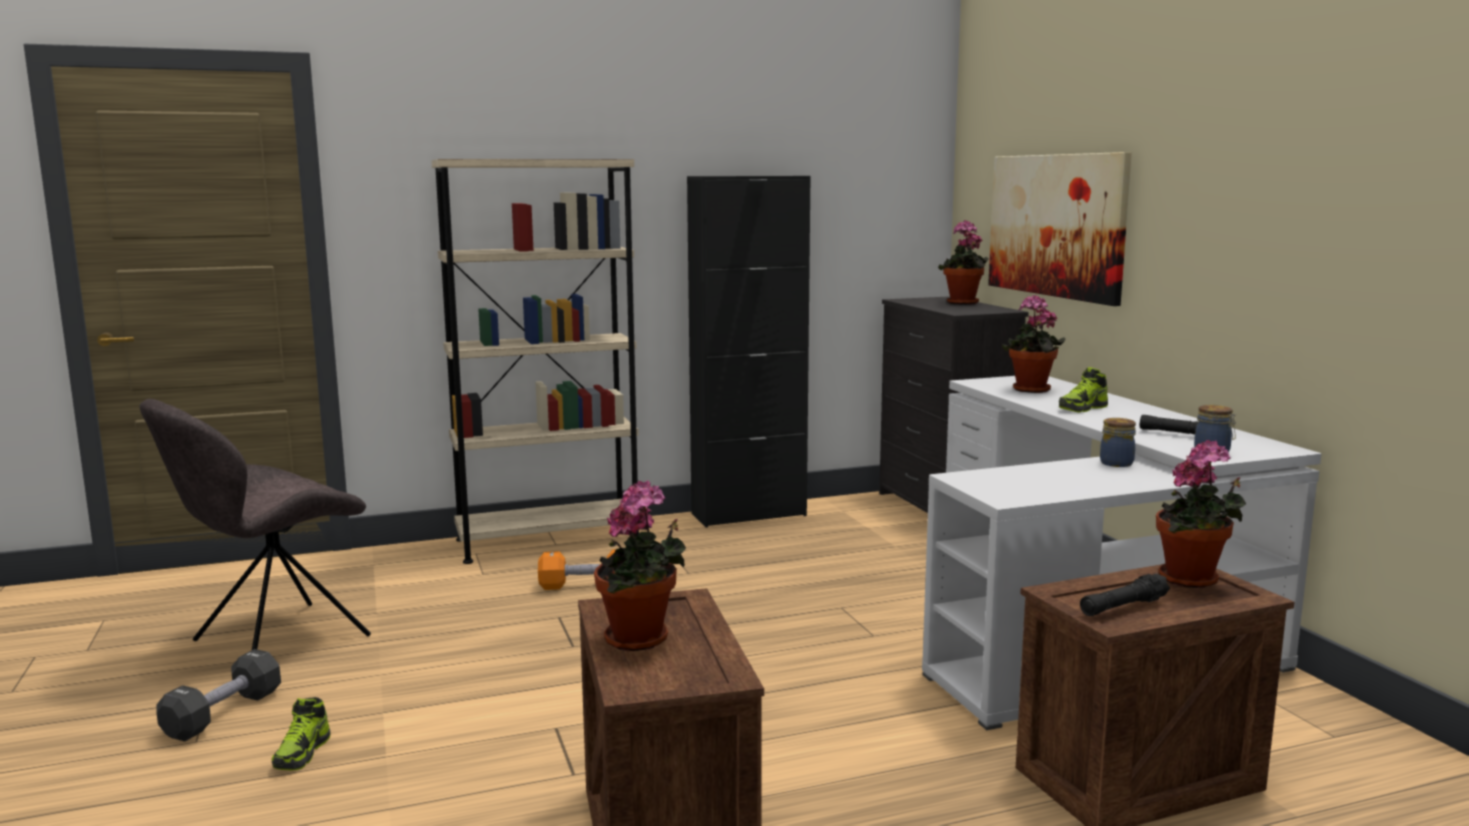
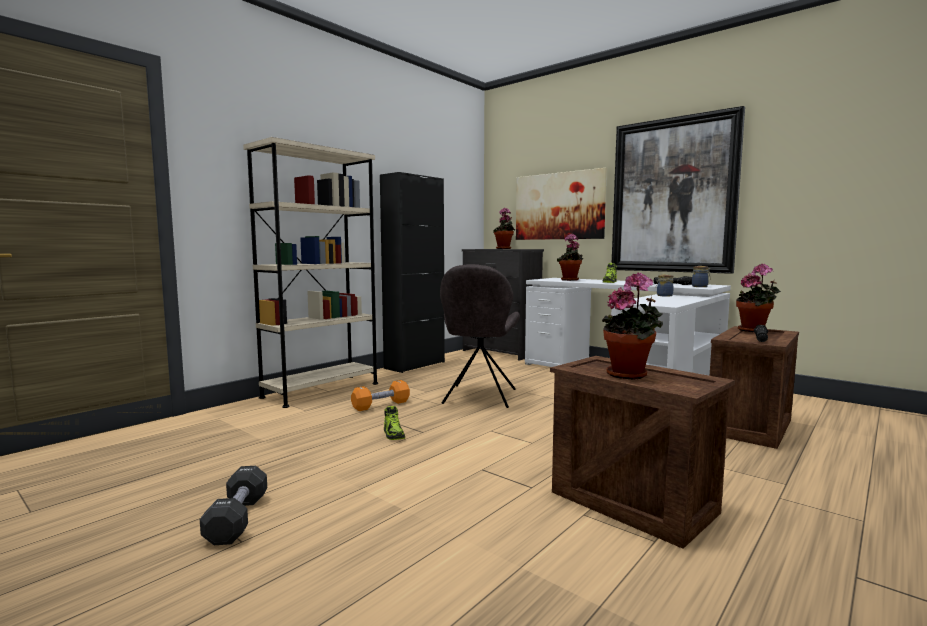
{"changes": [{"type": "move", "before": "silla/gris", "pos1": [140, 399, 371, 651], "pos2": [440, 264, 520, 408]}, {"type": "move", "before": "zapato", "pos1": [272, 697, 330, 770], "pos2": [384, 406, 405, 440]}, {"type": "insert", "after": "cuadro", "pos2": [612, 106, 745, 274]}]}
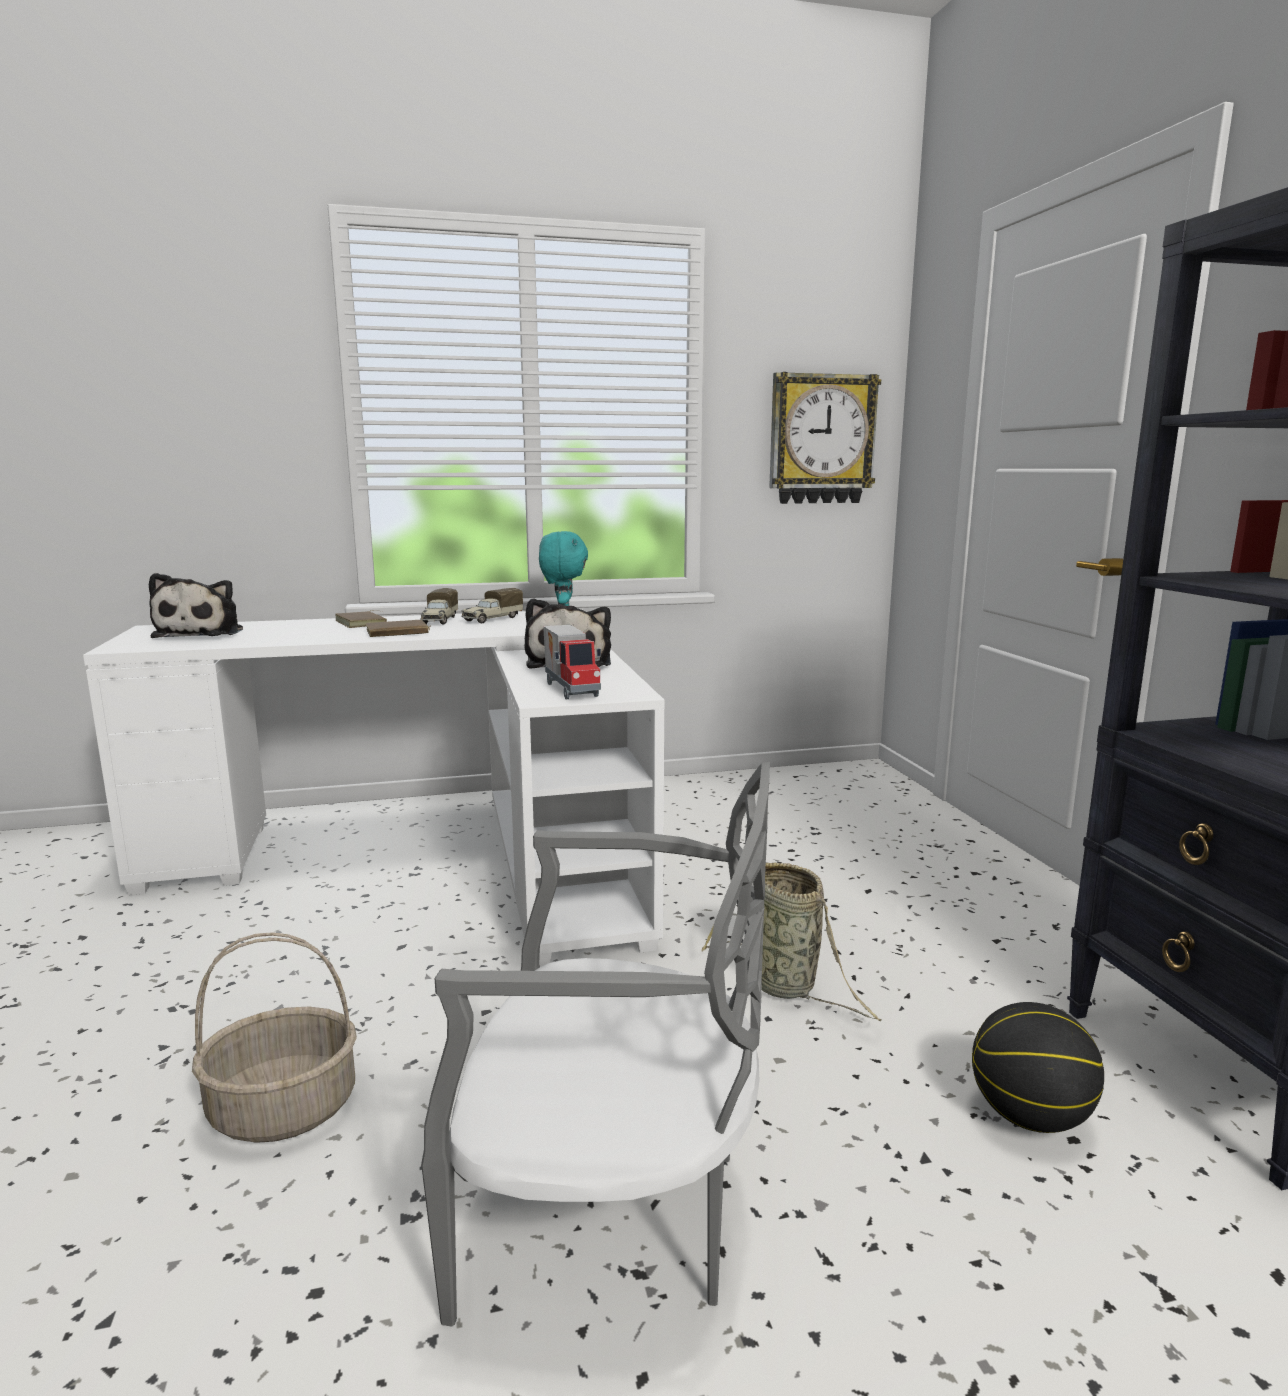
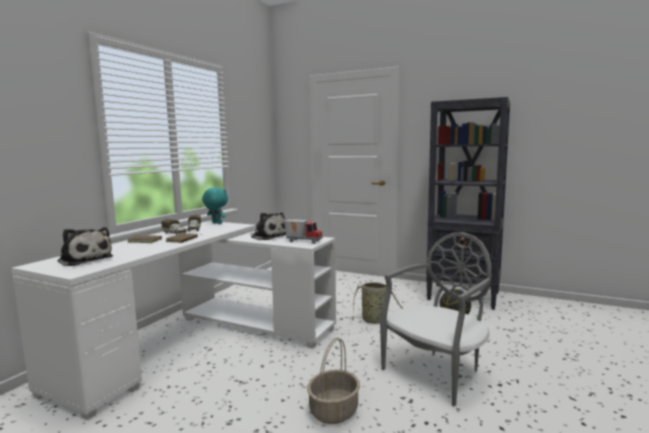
{"changes": [{"type": "delete", "before": "reloj de pared", "pos1": [769, 372, 881, 504]}]}
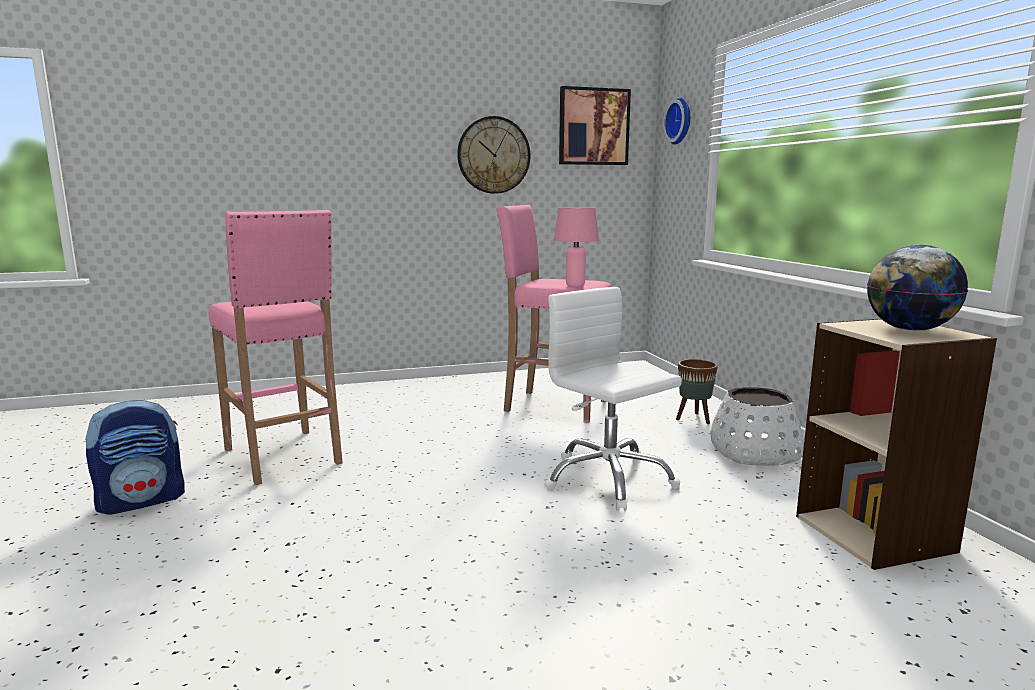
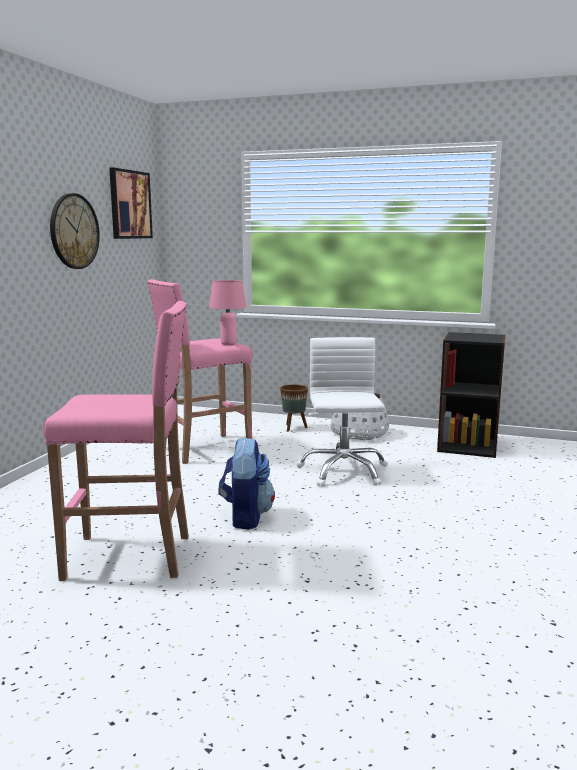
{"changes": [{"type": "delete", "before": "reloj de pared", "pos1": [663, 97, 690, 145]}, {"type": "delete", "before": "globo terráqueo", "pos1": [867, 245, 968, 331]}, {"type": "rotate", "before": "silla de oficina/blanco", "pos1": [544, 287, 682, 511], "pos2": [297, 337, 388, 487], "turn": 90}, {"type": "recolor", "before": "estantería/beis", "after": "estantería/negro", "pos1": [796, 318, 997, 570], "pos2": [437, 332, 505, 458]}, {"type": "move", "before": "mochila", "pos1": [85, 399, 185, 514], "pos2": [218, 437, 275, 530]}]}
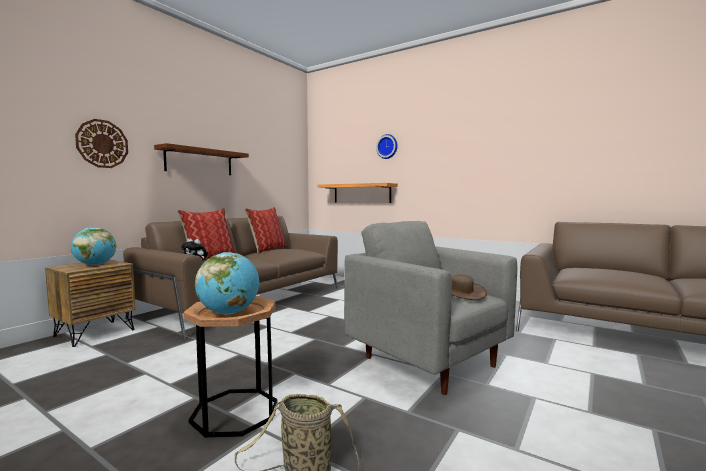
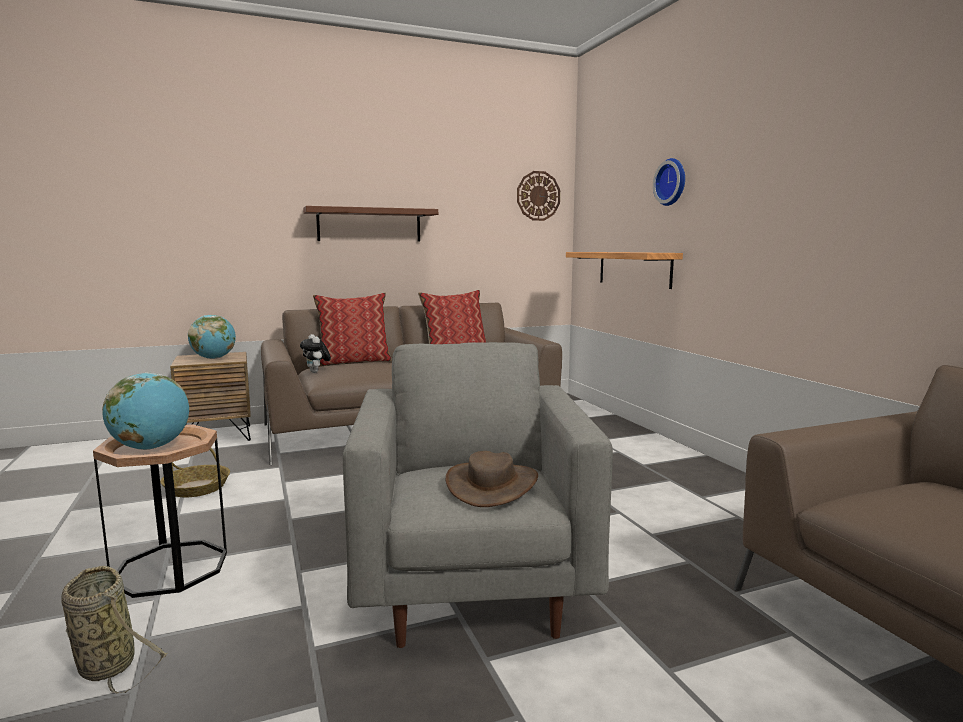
{"changes": [{"type": "move", "before": "reloj de pared", "pos1": [75, 119, 128, 168], "pos2": [517, 171, 560, 221]}, {"type": "insert", "after": "cesta", "pos2": [160, 448, 230, 497]}]}
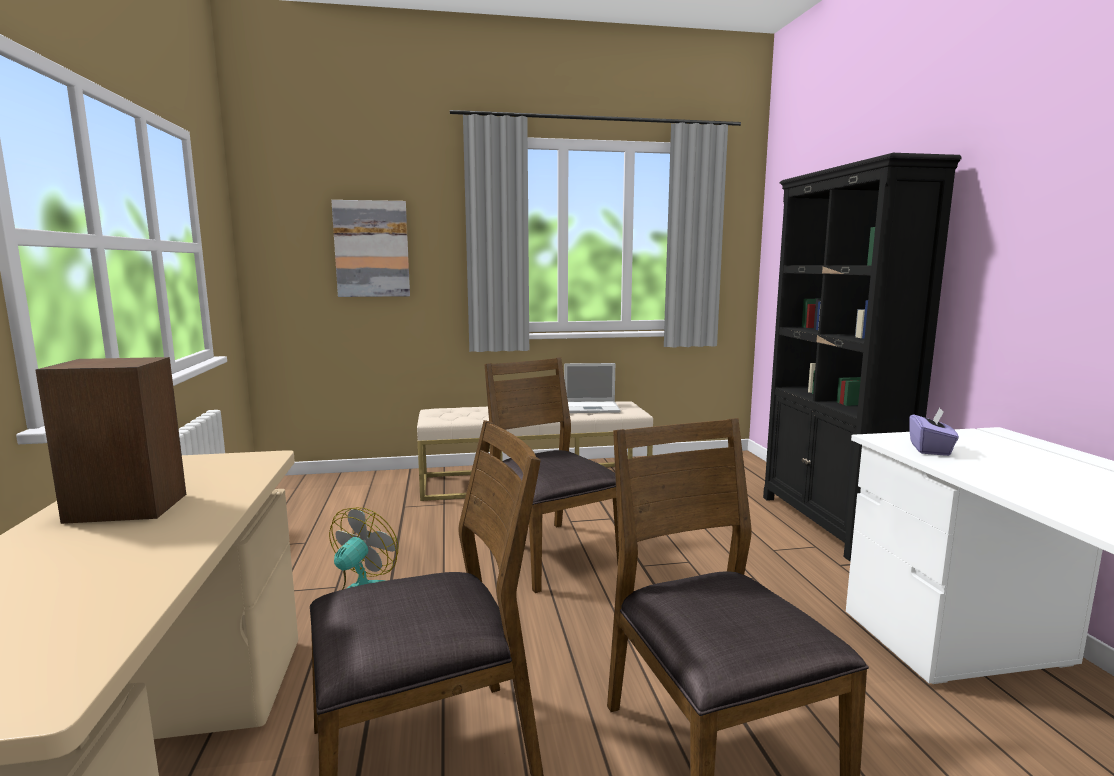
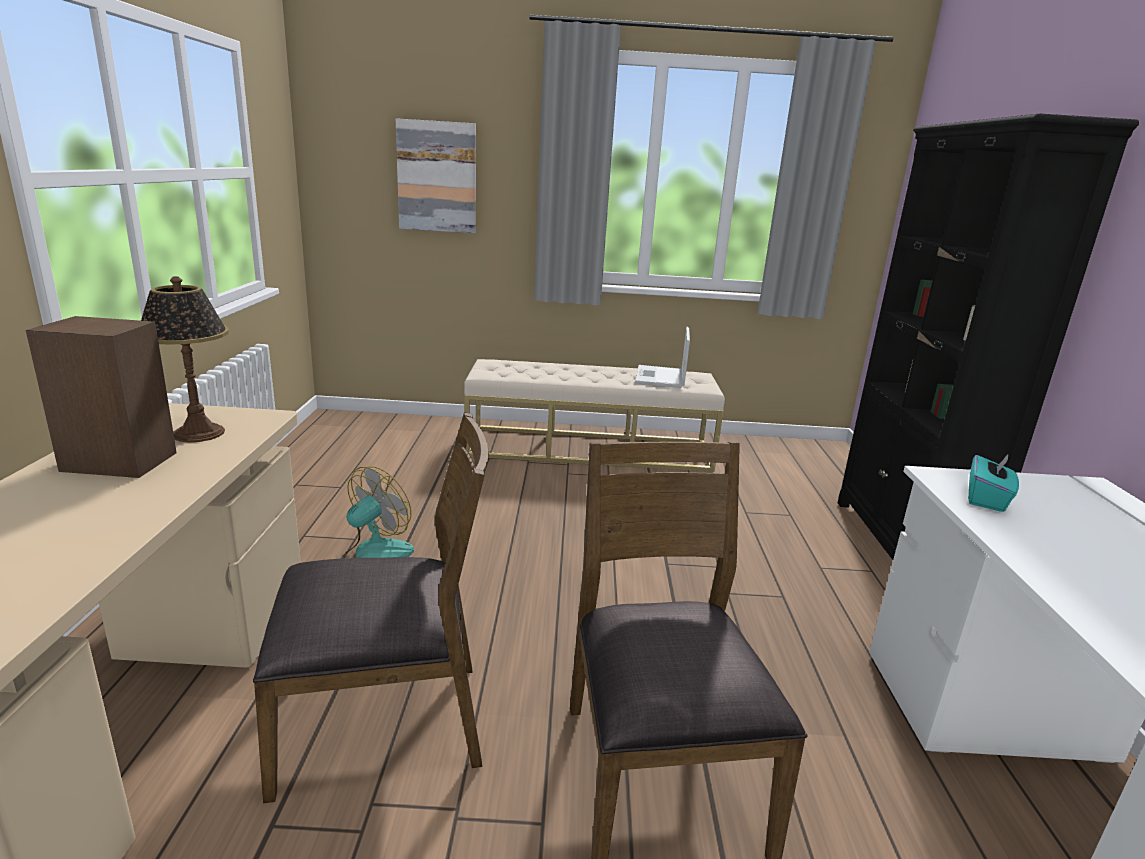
{"changes": [{"type": "delete", "before": "silla/marrón", "pos1": [484, 357, 619, 593]}, {"type": "rotate", "before": "portátil", "pos1": [564, 363, 621, 413], "pos2": [635, 327, 690, 388], "turn": 90}, {"type": "recolor", "before": "caja de pañuelos/morado", "after": "caja de pañuelos/turquesa", "pos1": [909, 408, 959, 456], "pos2": [968, 453, 1019, 512]}, {"type": "insert", "after": "lámpara de mesa", "pos2": [141, 276, 229, 442]}]}
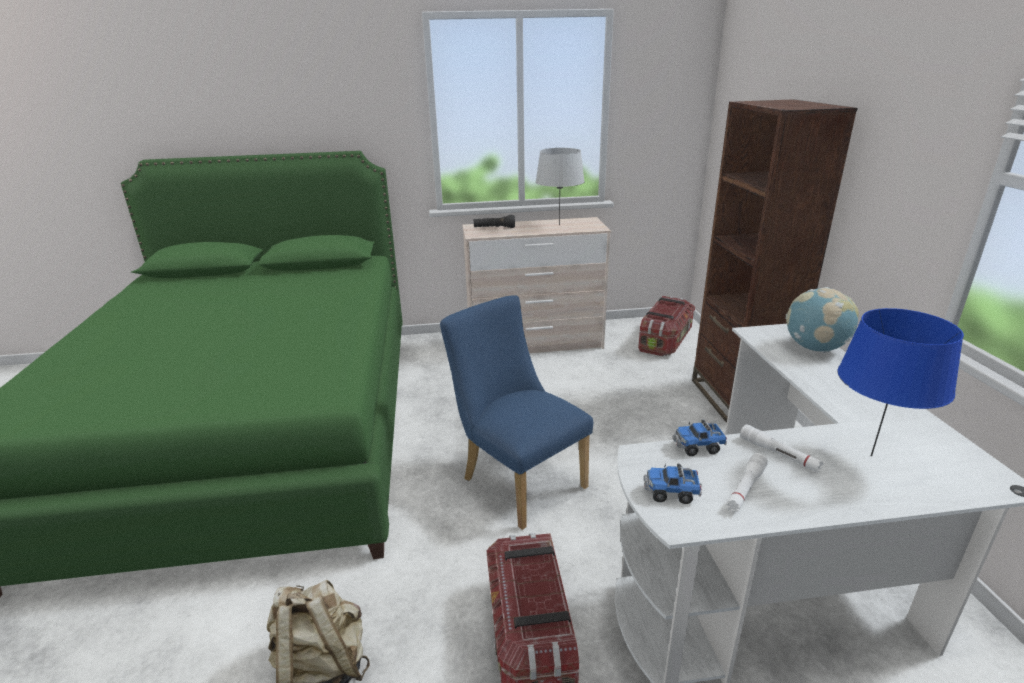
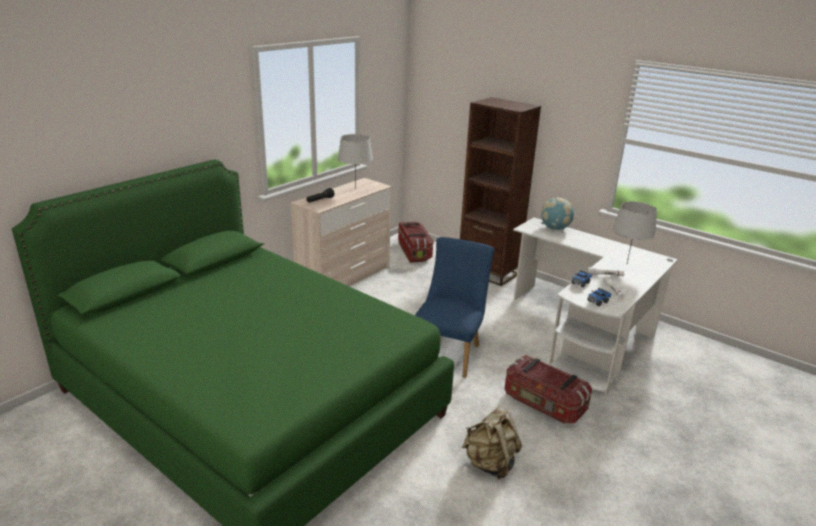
{"changes": [{"type": "rotate", "before": "silla/azul", "pos1": [440, 295, 593, 530], "pos2": [415, 237, 494, 378], "turn": 105}, {"type": "recolor", "before": "lámpara de mesa/azul", "after": "lámpara de mesa/gris", "pos1": [837, 308, 964, 456], "pos2": [613, 202, 657, 263]}]}
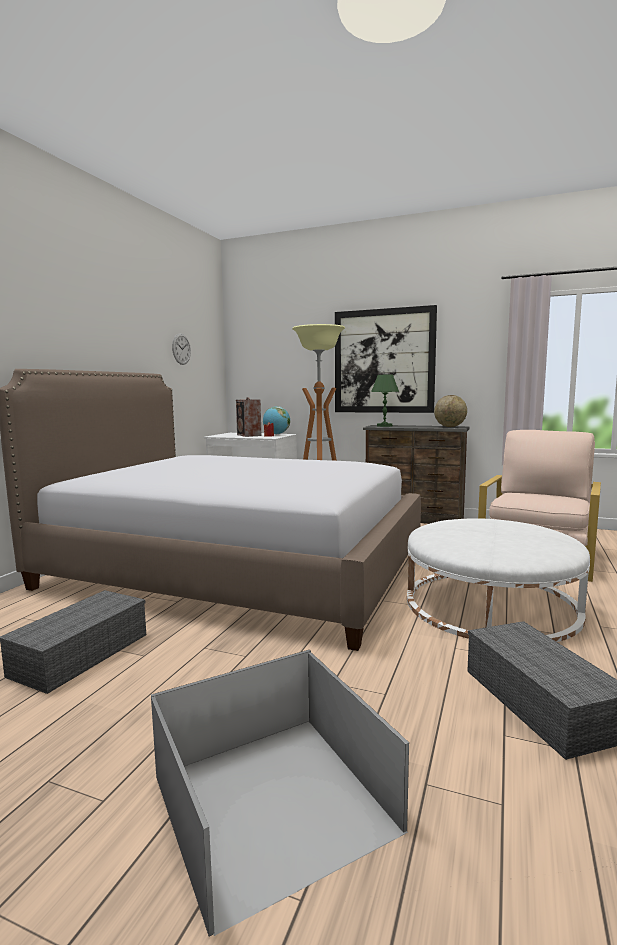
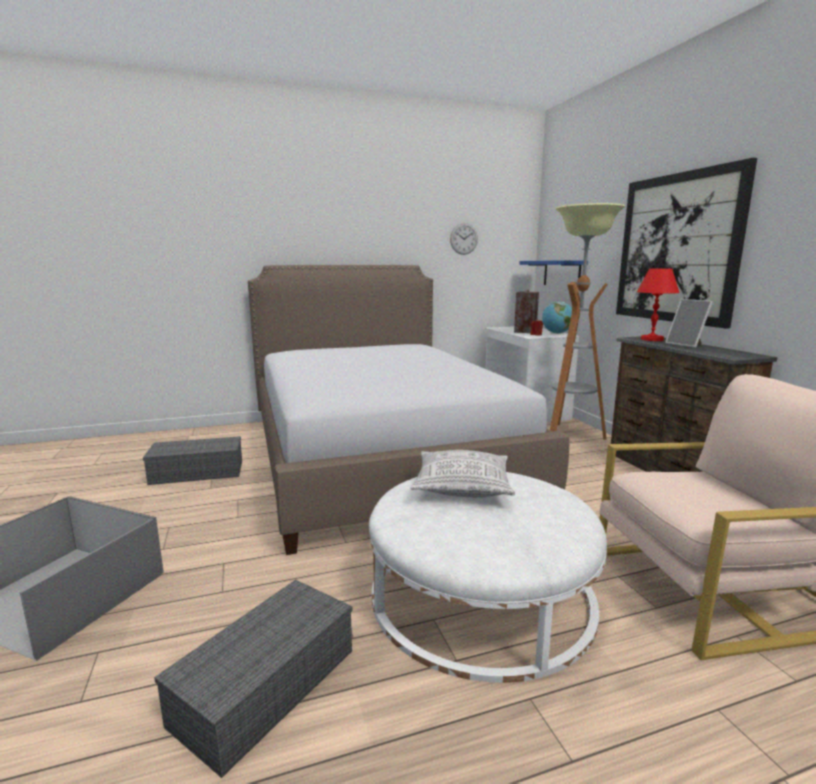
{"changes": [{"type": "recolor", "before": "lámpara de mesa/verde", "after": "lámpara de mesa/rojo", "pos1": [371, 375, 399, 427], "pos2": [637, 268, 679, 341]}, {"type": "delete", "before": "globo terráqueo", "pos1": [434, 395, 467, 427]}, {"type": "insert", "after": "estante/azul", "pos2": [519, 260, 588, 285]}, {"type": "insert", "after": "portarretratos", "pos2": [665, 299, 713, 348]}, {"type": "insert", "after": "cojín", "pos2": [410, 450, 515, 498]}]}
